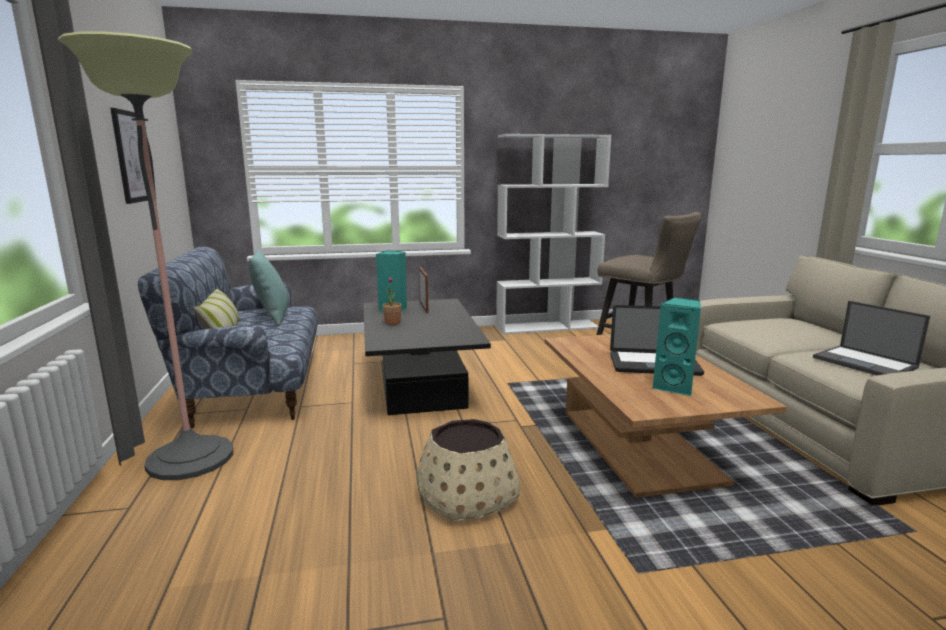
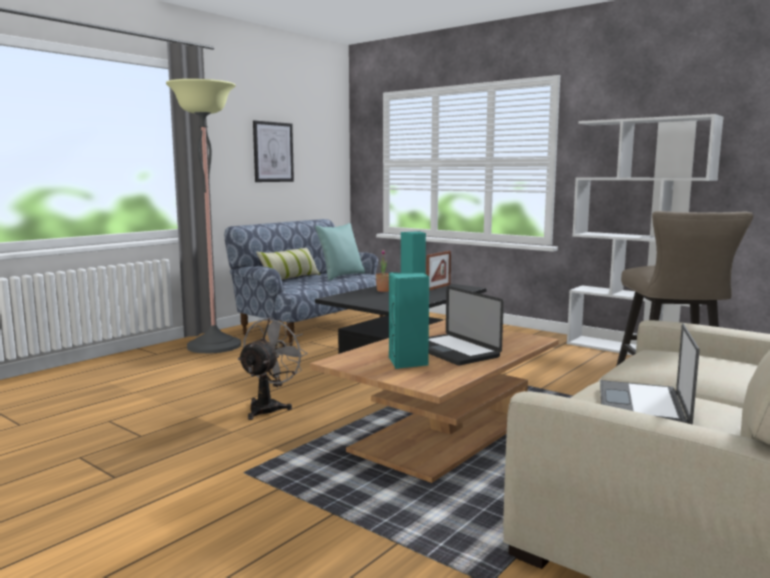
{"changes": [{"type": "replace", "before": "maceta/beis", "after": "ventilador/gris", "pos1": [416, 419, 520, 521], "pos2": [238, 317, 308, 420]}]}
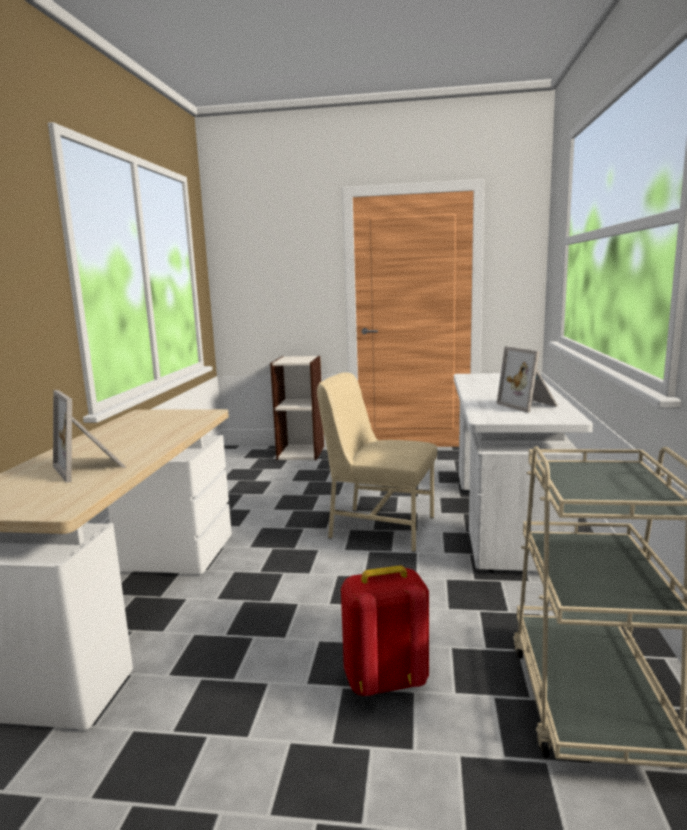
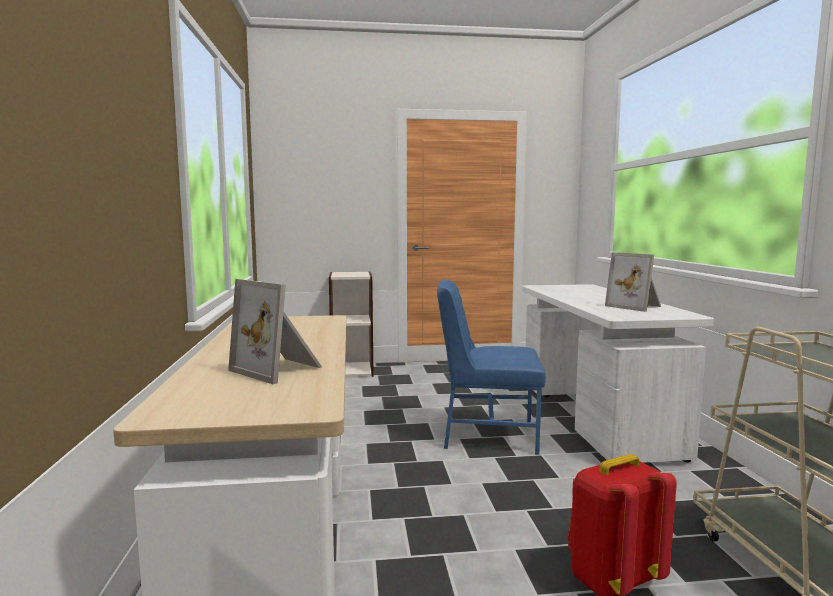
{"changes": [{"type": "recolor", "before": "silla/beis", "after": "silla/azul", "pos1": [317, 372, 437, 552], "pos2": [437, 280, 546, 455]}]}
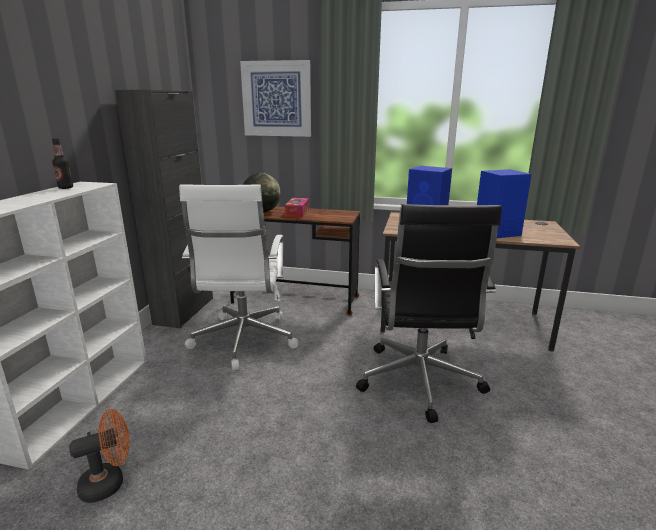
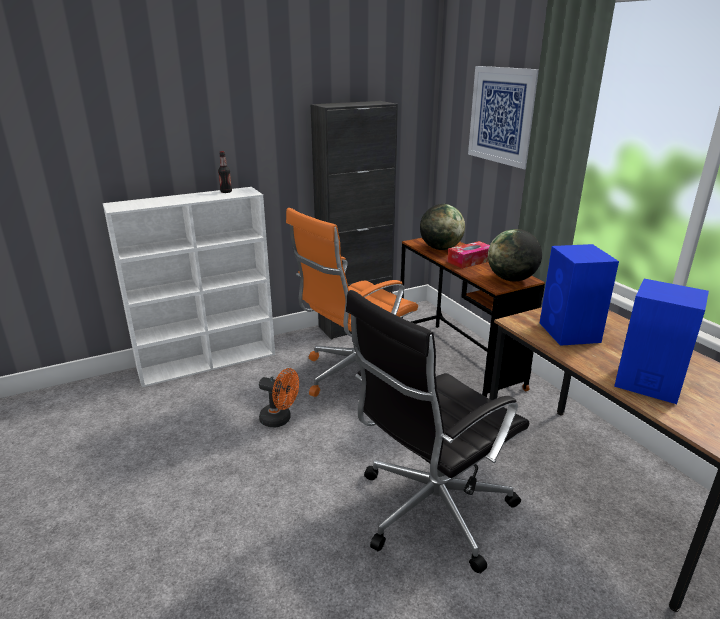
{"changes": [{"type": "recolor", "before": "silla de oficina/blanco", "after": "silla de oficina/naranja", "pos1": [179, 184, 298, 370], "pos2": [286, 208, 418, 397]}, {"type": "move", "before": "ventilador/naranja", "pos1": [69, 409, 129, 503], "pos2": [259, 368, 299, 427]}, {"type": "insert", "after": "globo terráqueo", "pos2": [488, 229, 542, 281]}]}
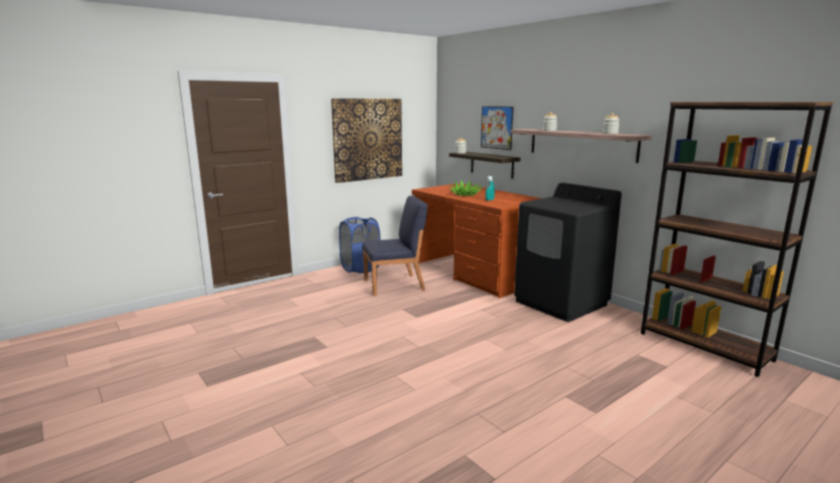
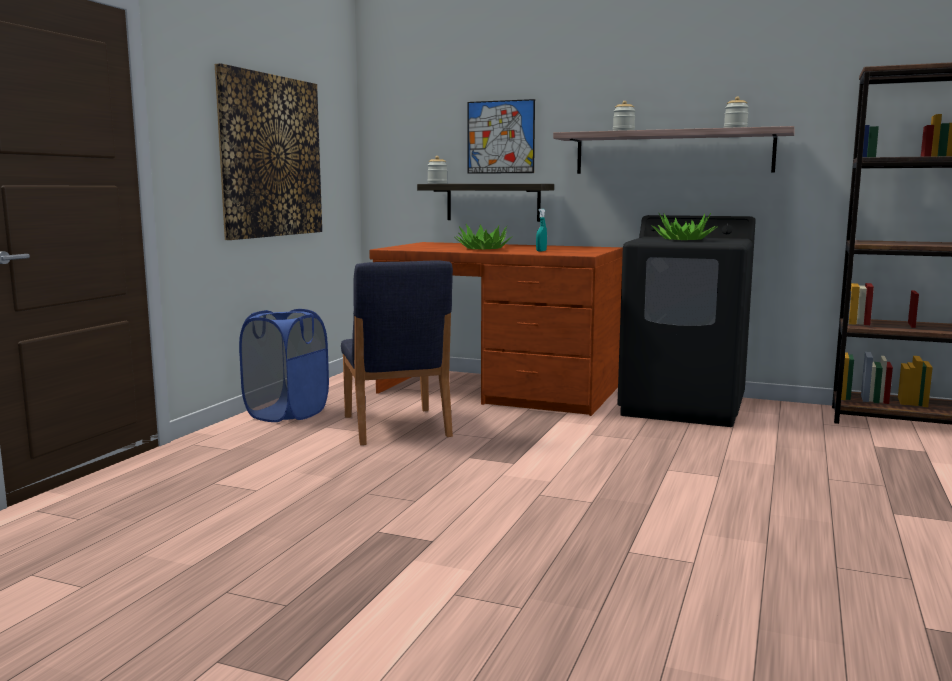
{"changes": [{"type": "rotate", "before": "silla/azul", "pos1": [362, 196, 428, 296], "pos2": [341, 261, 453, 445], "turn": 120}, {"type": "insert", "after": "planta en maceta", "pos2": [651, 213, 718, 240]}]}
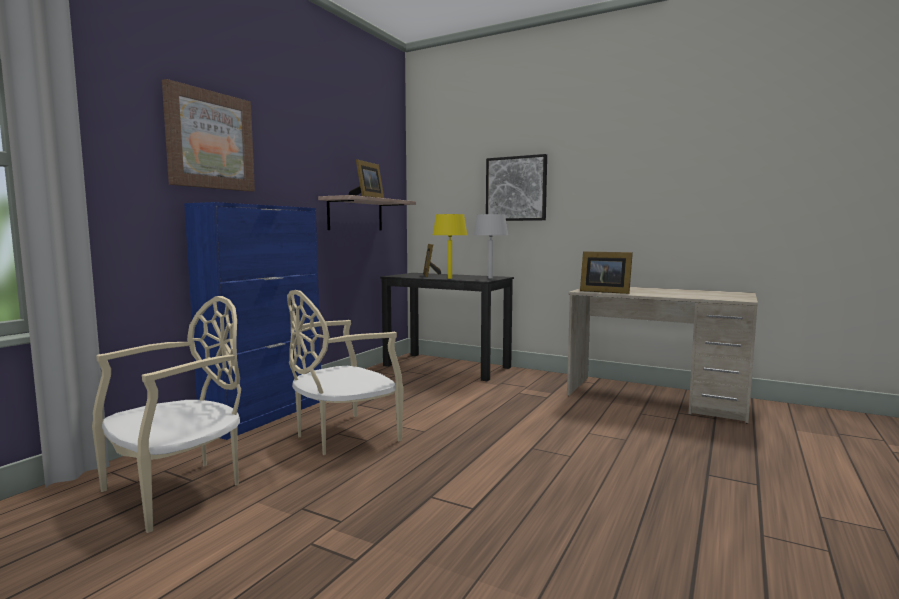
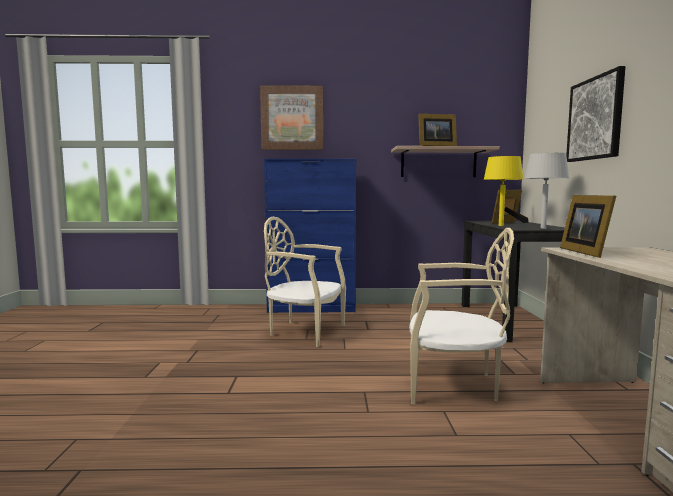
{"changes": [{"type": "move", "before": "silla/beis", "pos1": [92, 296, 241, 533], "pos2": [409, 228, 514, 404]}]}
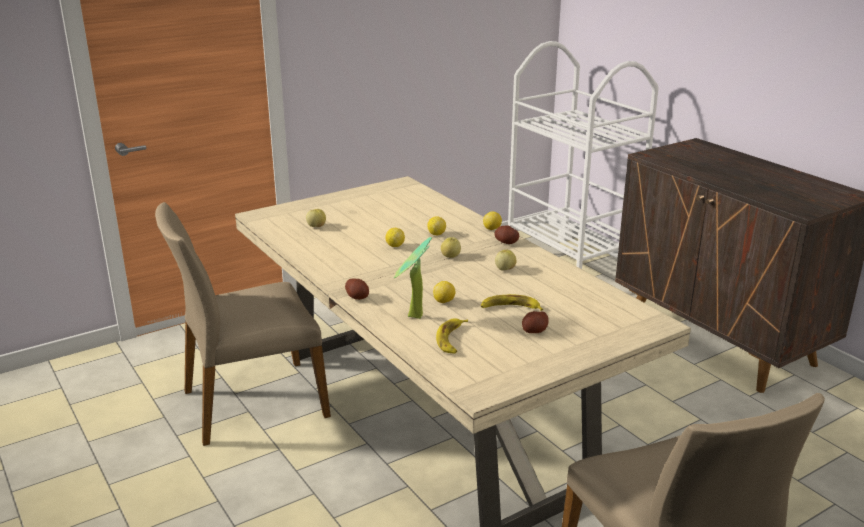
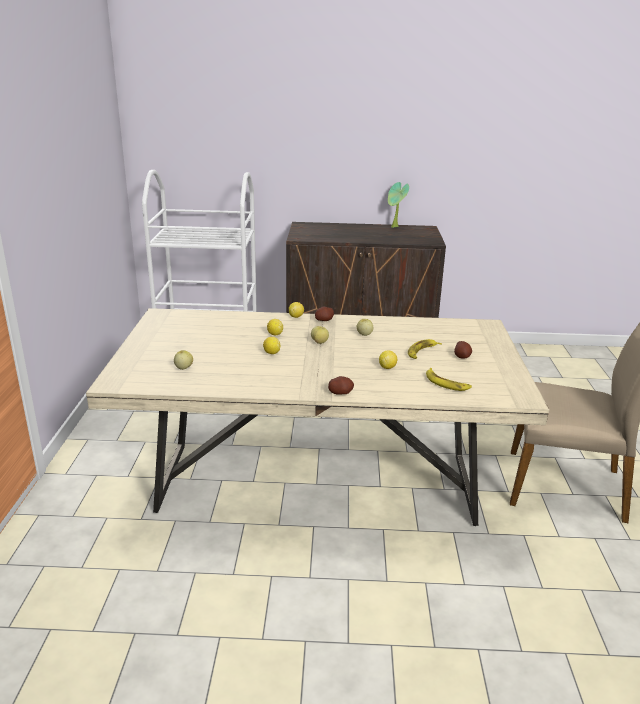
{"changes": [{"type": "delete", "before": "silla/beis", "pos1": [155, 202, 331, 446]}, {"type": "move", "before": "planta en maceta", "pos1": [394, 237, 432, 319], "pos2": [388, 182, 409, 228]}]}
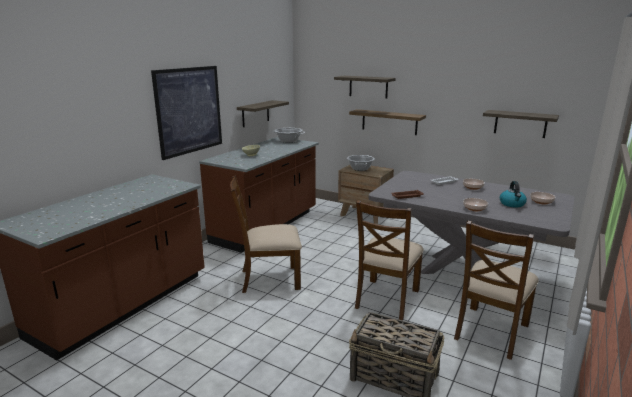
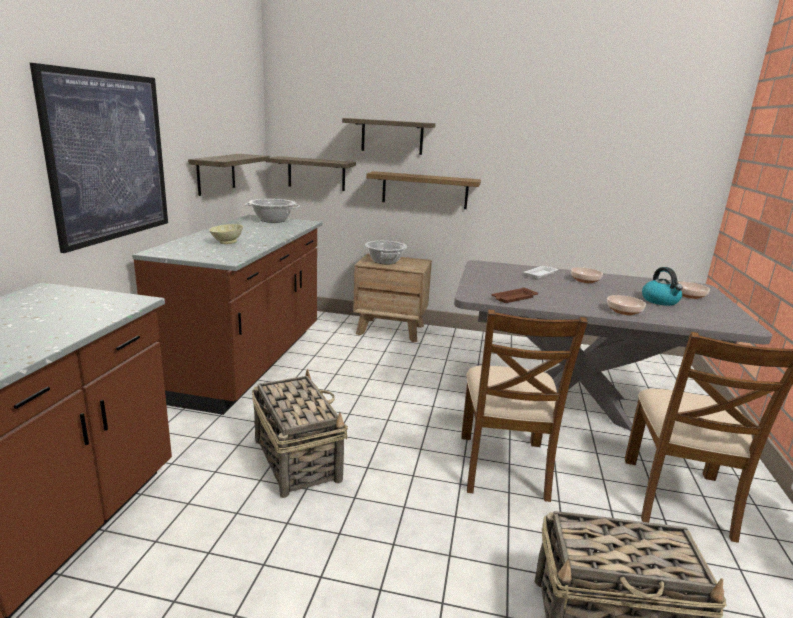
{"changes": [{"type": "move", "before": "estante", "pos1": [483, 110, 559, 138], "pos2": [266, 156, 356, 191]}, {"type": "replace", "before": "silla/marrón", "after": "cesta", "pos1": [230, 175, 302, 293], "pos2": [252, 369, 348, 498]}]}
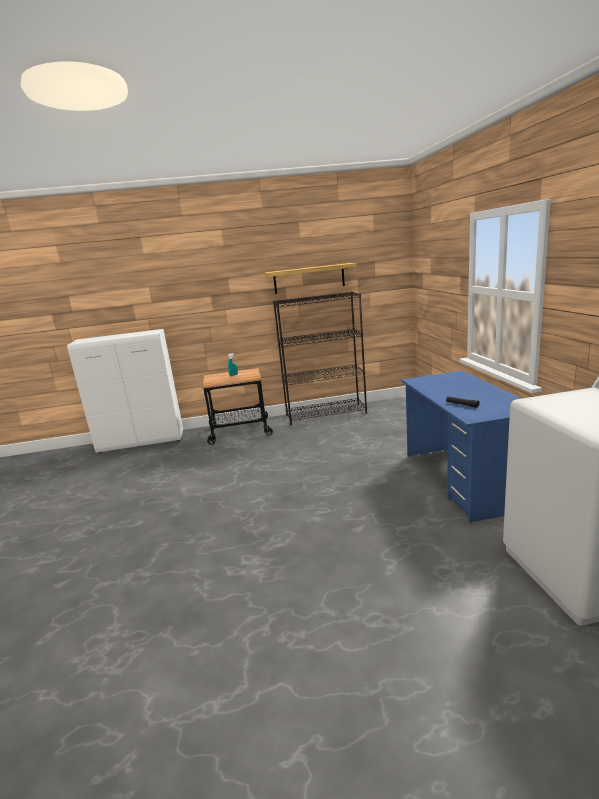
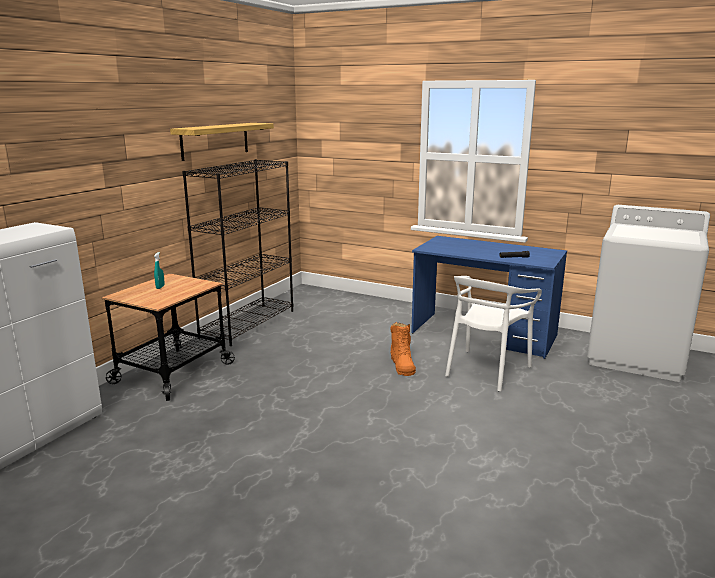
{"changes": [{"type": "insert", "after": "silla/blanco", "pos2": [445, 276, 542, 391]}, {"type": "insert", "after": "bota/naranja", "pos2": [390, 322, 416, 376]}]}
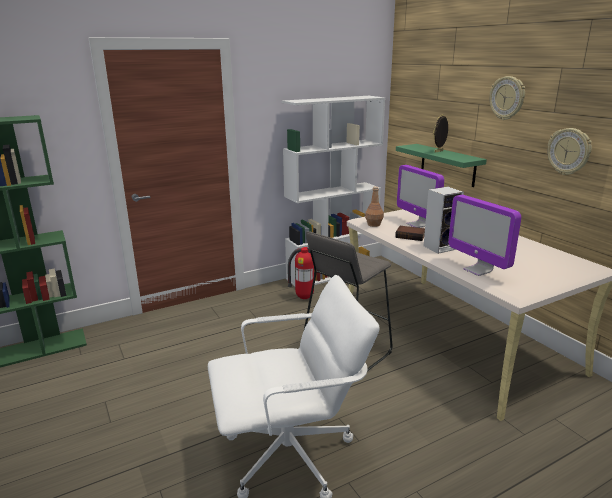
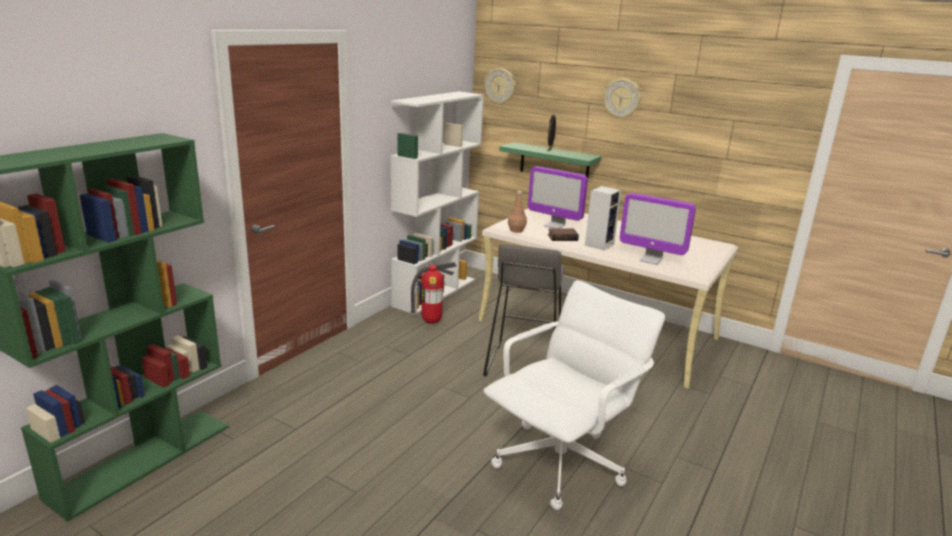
{"changes": [{"type": "move", "before": "reloj de pared", "pos1": [547, 128, 592, 175], "pos2": [484, 68, 516, 105]}]}
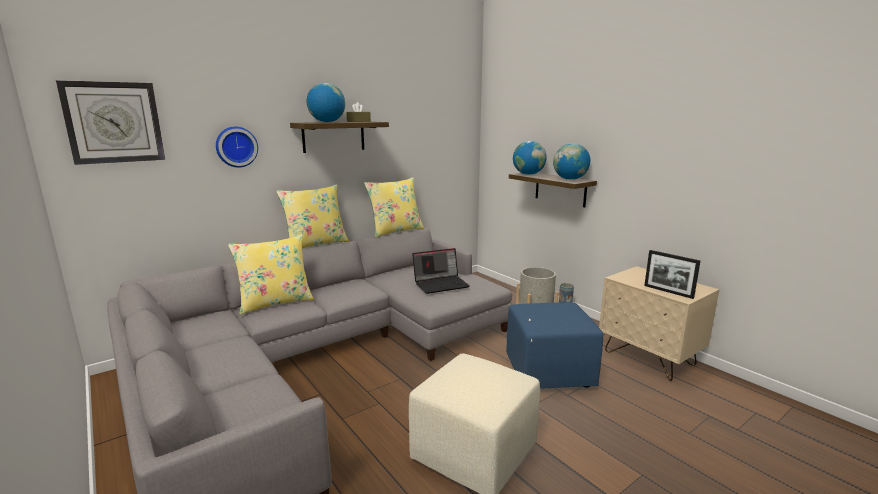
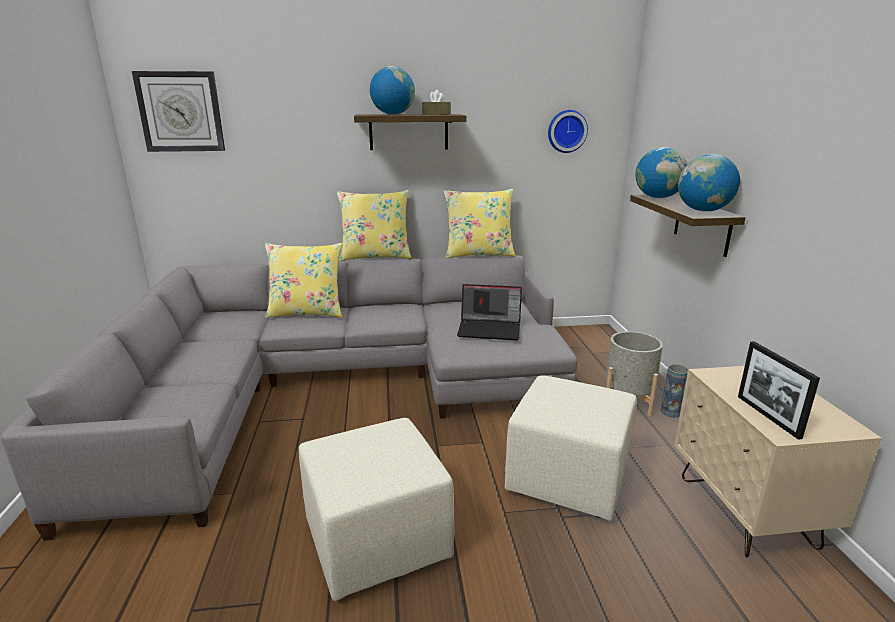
{"changes": [{"type": "move", "before": "reloj de pared", "pos1": [216, 127, 258, 168], "pos2": [548, 110, 588, 153]}, {"type": "recolor", "before": "puf/azul", "after": "puf/beis", "pos1": [506, 302, 603, 389], "pos2": [505, 376, 637, 521]}]}
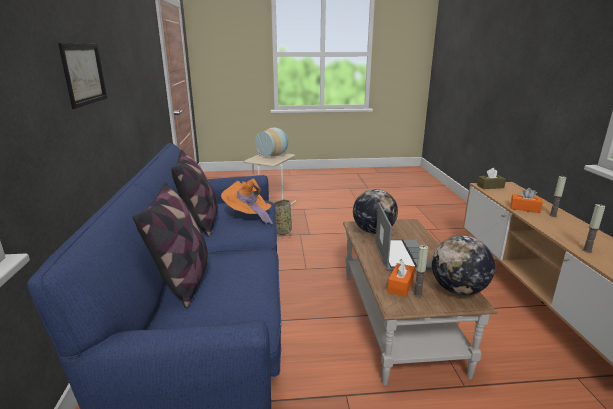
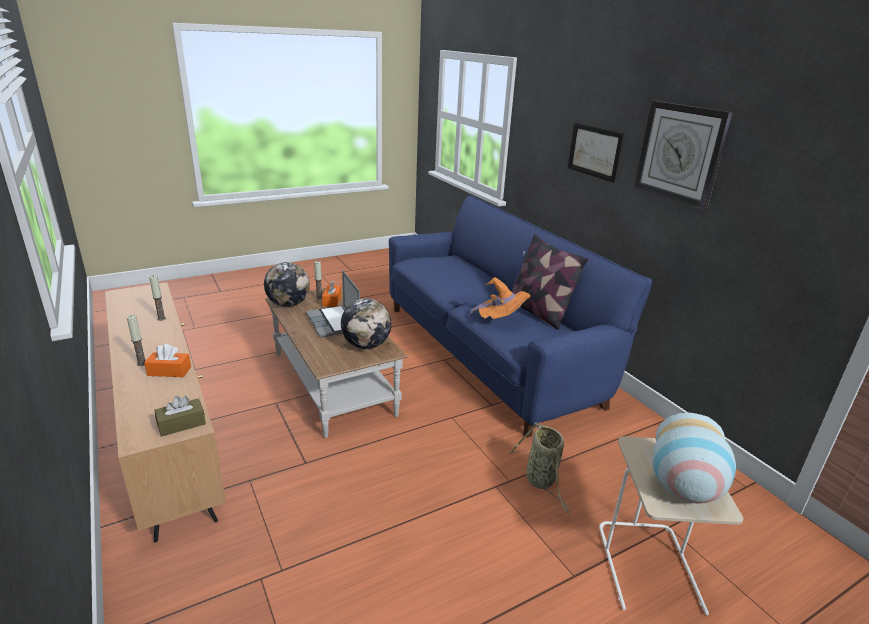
{"changes": [{"type": "delete", "before": "cojín", "pos1": [133, 181, 208, 308]}, {"type": "insert", "after": "reloj de pared", "pos2": [634, 101, 733, 209]}]}
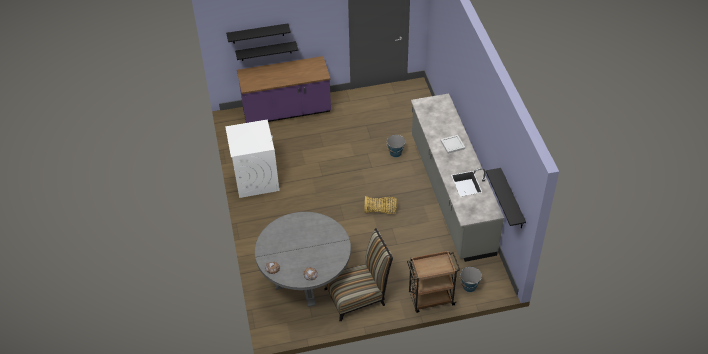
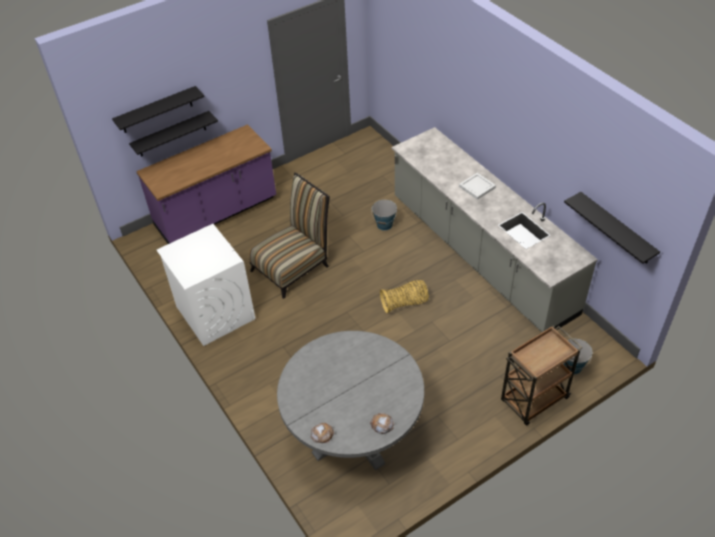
{"changes": [{"type": "move", "before": "silla", "pos1": [324, 228, 393, 321], "pos2": [249, 172, 330, 299]}]}
